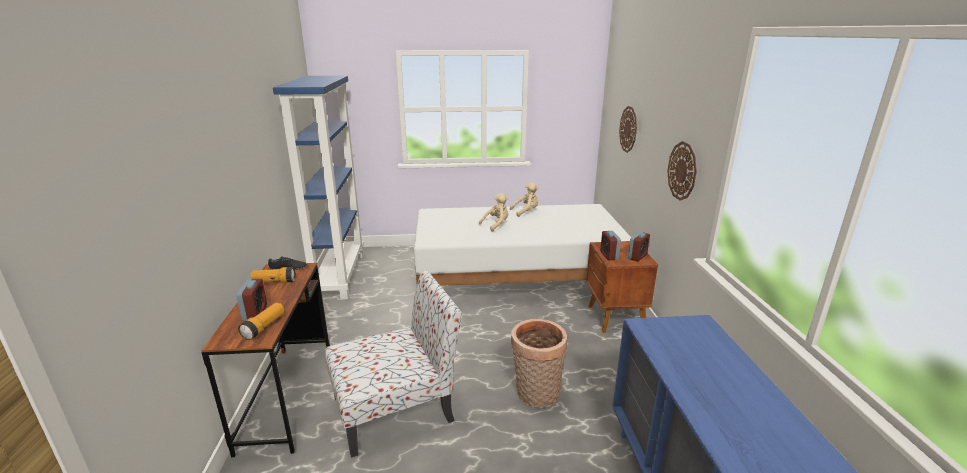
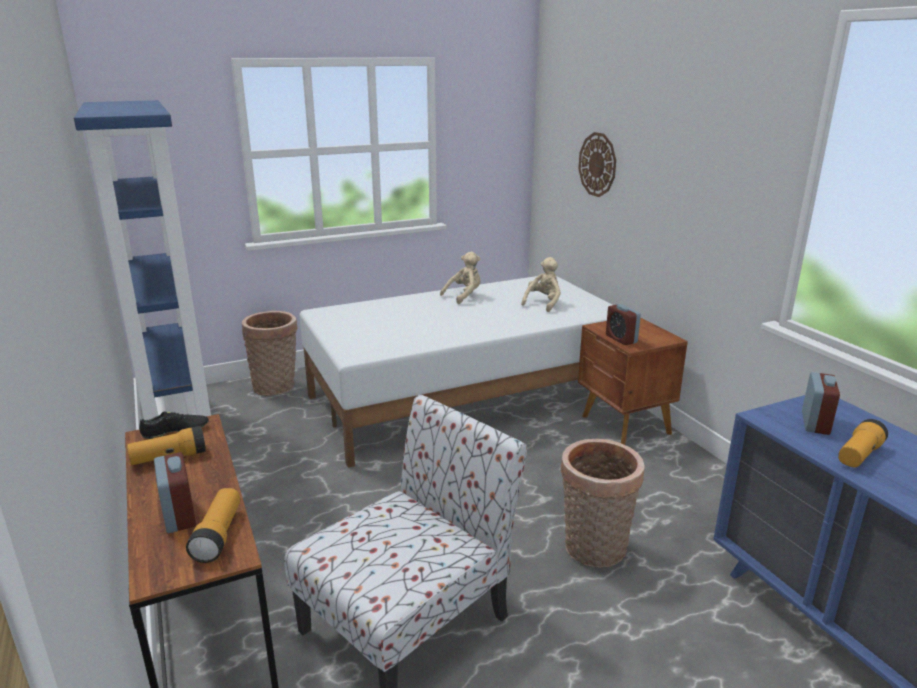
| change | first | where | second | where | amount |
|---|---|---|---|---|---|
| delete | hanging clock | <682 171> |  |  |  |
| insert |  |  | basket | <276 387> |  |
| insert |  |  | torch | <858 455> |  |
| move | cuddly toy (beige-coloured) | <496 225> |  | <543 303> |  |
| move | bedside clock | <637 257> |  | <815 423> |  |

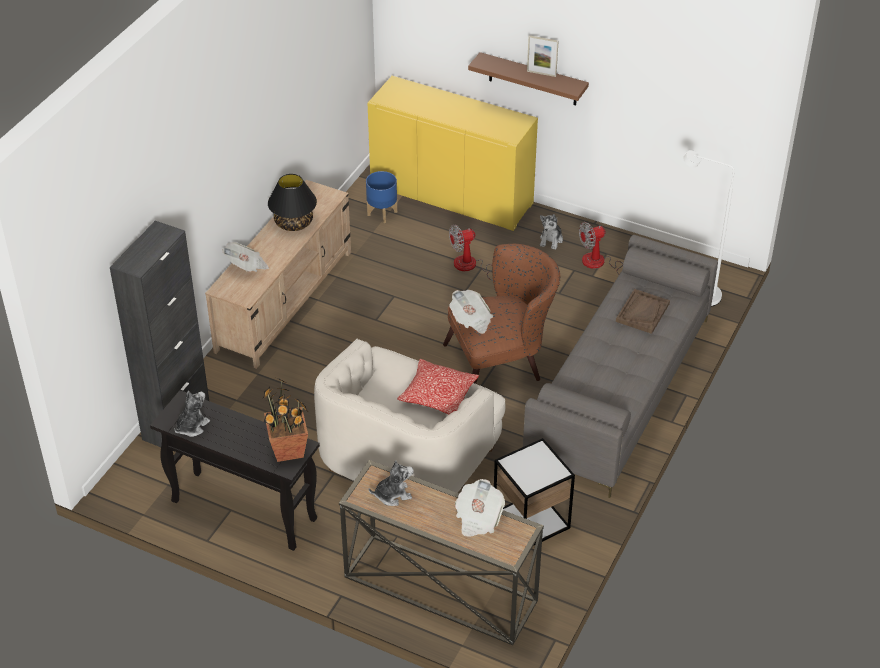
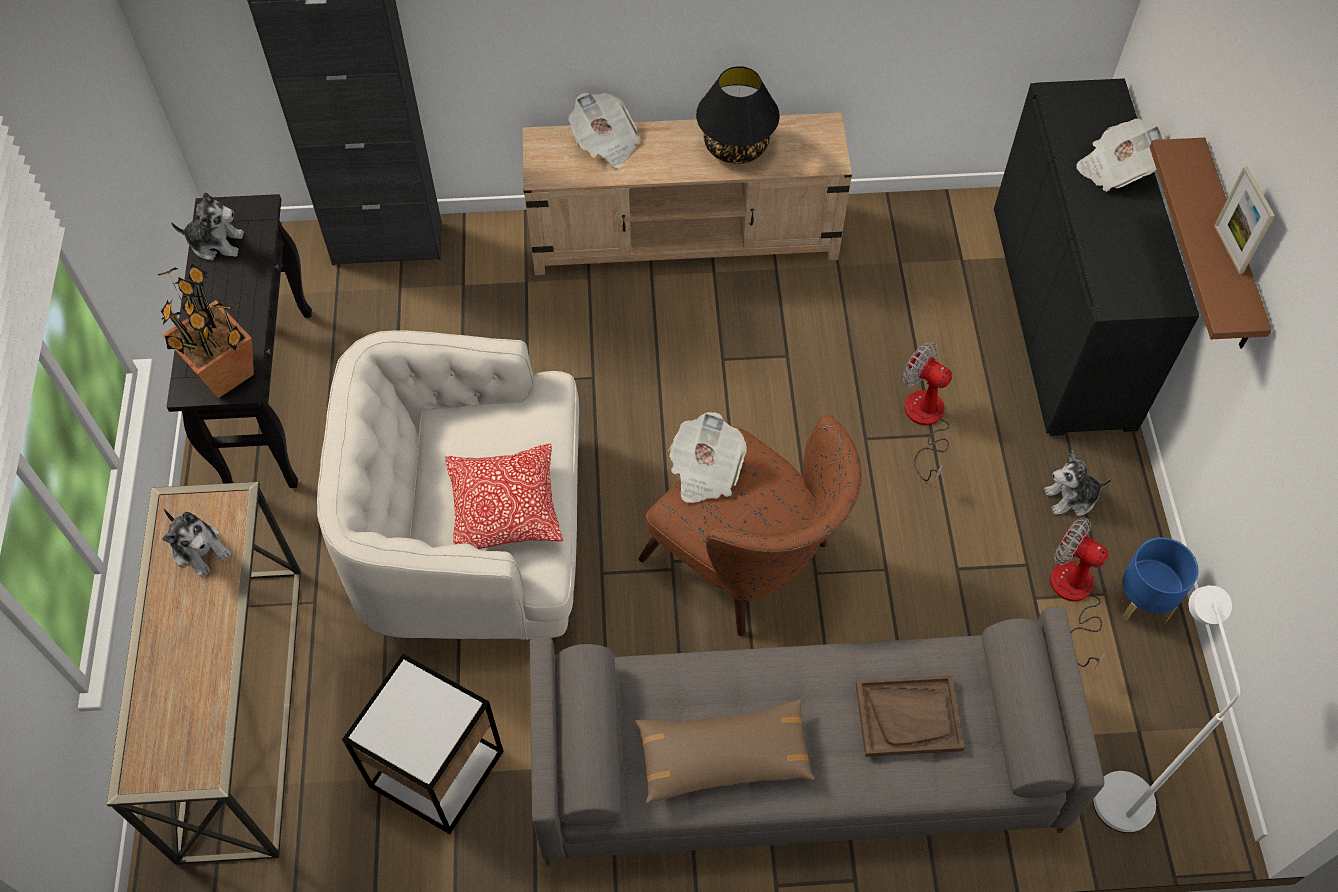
| change | first | where | second | where | amount |
|---|---|---|---|---|---|
| insert |  |  | cushion (brown) | <724 757> |  |
| move | flower pot (bluish) | <382 213> |  | <1142 602> |  |
| move | daily paper | <478 518> |  | <1115 169> |  |
| recolor | cupboard (yellowish) | <451 195> | cupboard (black-coloured) | <1061 316> |  |

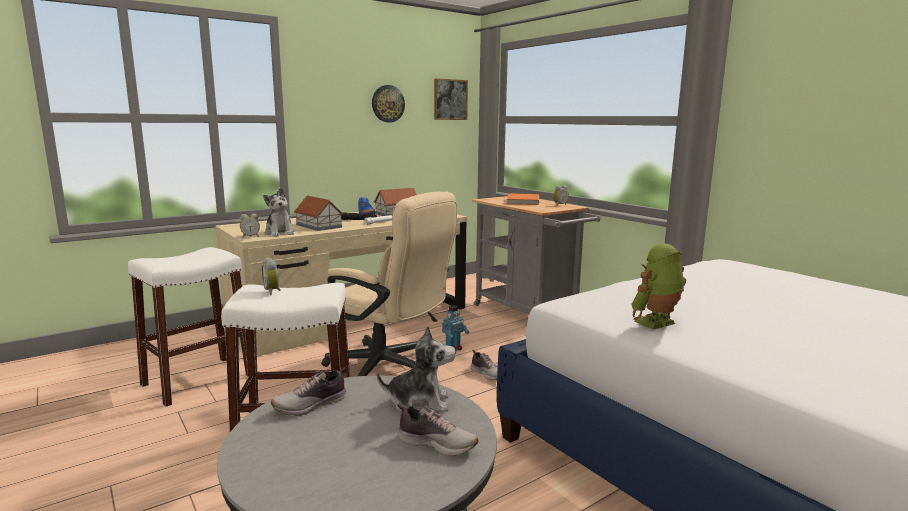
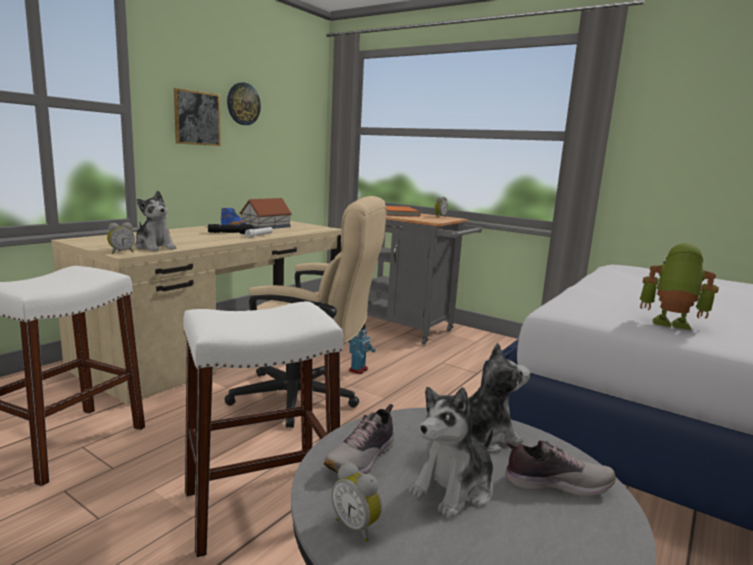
| change | first | where | second | where | amount |
|---|---|---|---|---|---|
| delete | model house | <319 226> |  |  |  |
| delete | item of footwear | <487 374> |  |  |  |
| insert |  |  | cuddly toy | <454 489> |  |
| move | bedside clock | <273 291> |  | <357 527> |  |
| move | wall picture | <450 99> |  | <197 118> |  |
| rotate | robot figure | <657 324> |  | <670 324> | 75 degrees clockwise |

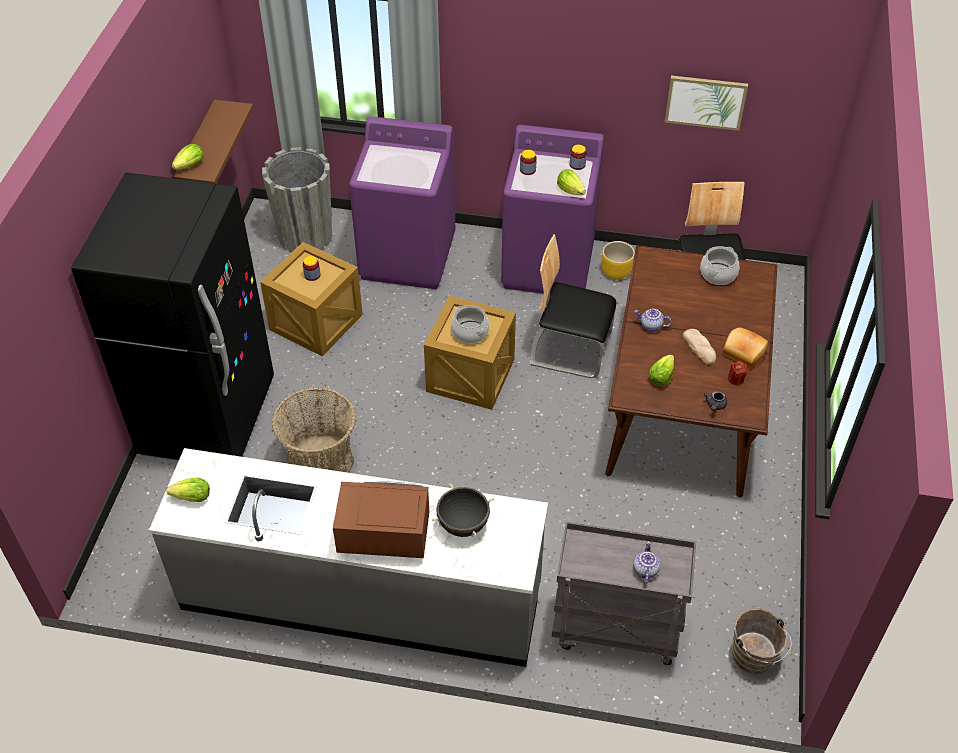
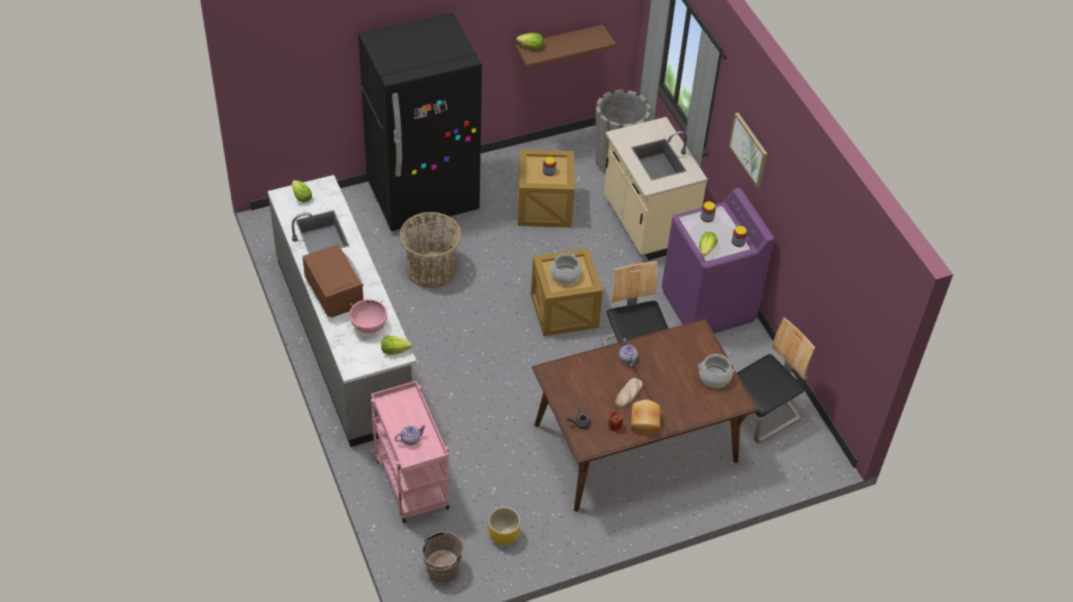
| change | first | where | second | where | amount |
|---|---|---|---|---|---|
| move | flower pot (yellowish) | <616 272> |  | <504 535> |  |
| move | lettuce head | <661 377> |  | <394 350> |  |
| move | wall picture | <705 102> |  | <749 149> |  |
| replace | washing machine (purple-coloured) | <408 257> | kitchen counter (beige-coloured) | <646 224> |  |
| recolor | stockpot (black-coloured) | <463 525> | stockpot (pink) | <369 326> |  |
| recolor | cart (grey) | <614 629> | cart (pink) | <410 482> |  |

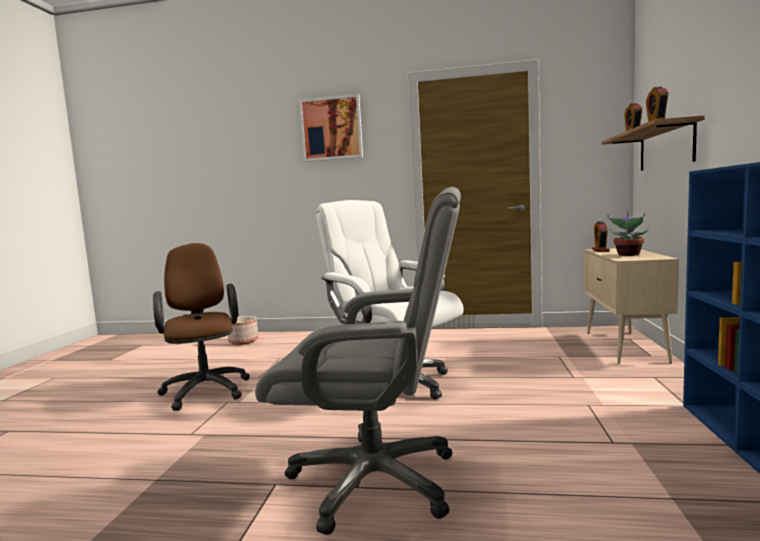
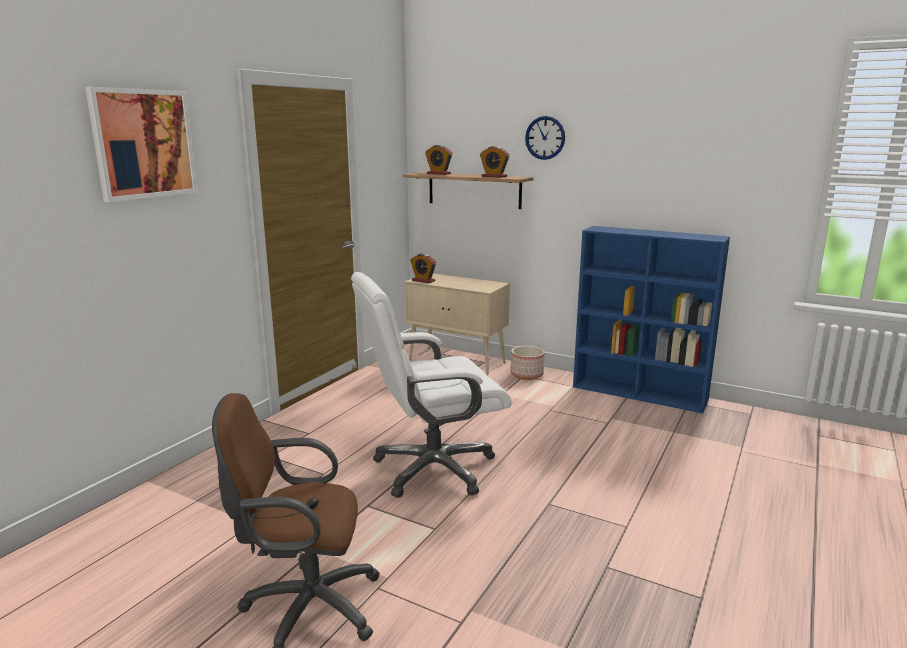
| change | first | where | second | where | amount |
|---|---|---|---|---|---|
| delete | office chair (grey) | <376 480> |  |  |  |
| delete | plant in a pot | <628 255> |  |  |  |
| insert |  |  | hanging clock | <545 138> |  |
| move | flower pot | <243 341> |  | <527 374> |  |

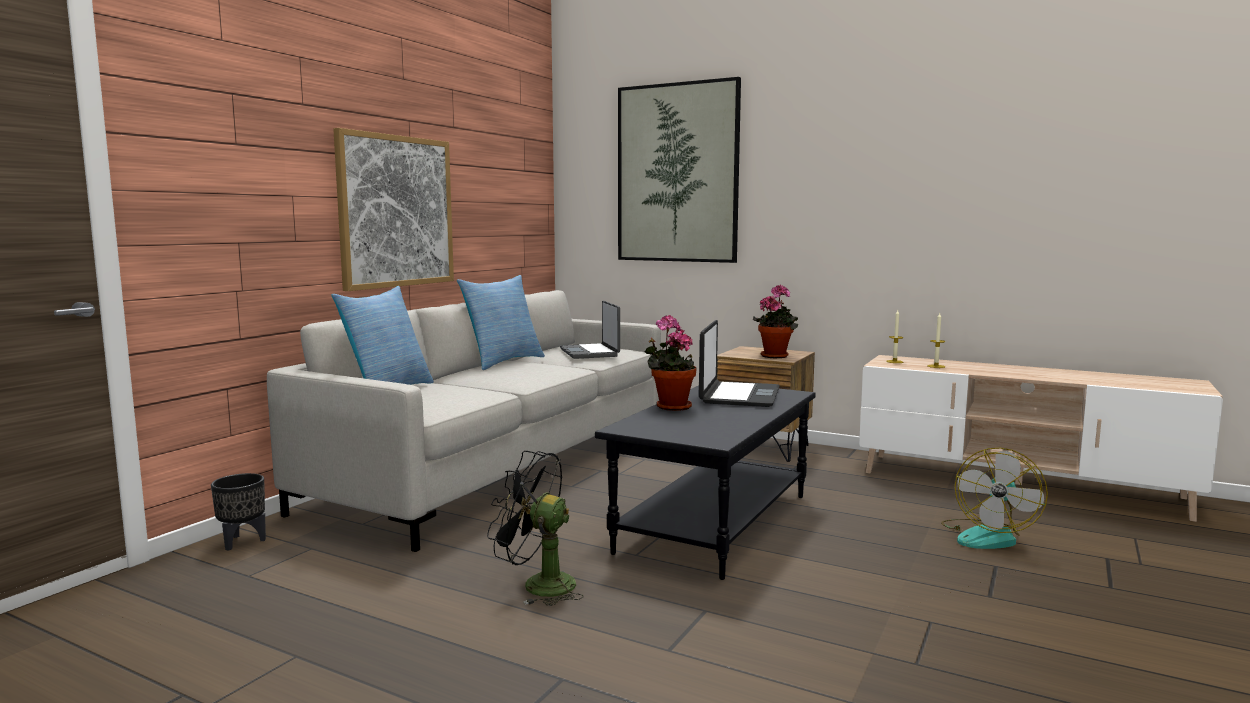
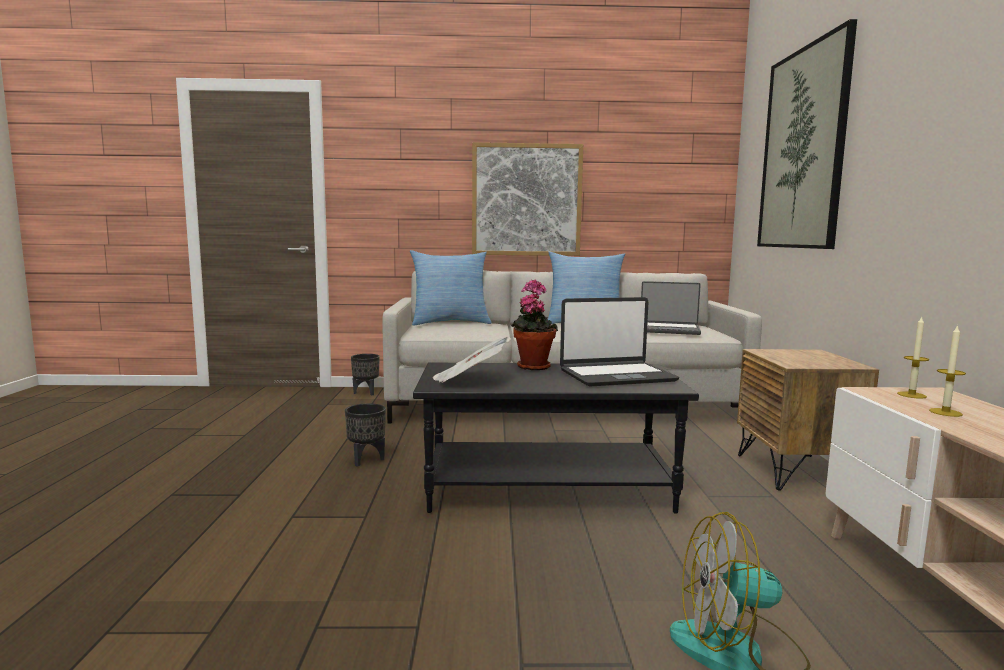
| change | first | where | second | where | amount |
|---|---|---|---|---|---|
| delete | plant in a pot | <776 356> |  |  |  |
| insert |  |  | daily paper | <469 380> |  |
| replace | electric fan (black-coloured) | <538 585> | flower pot (black-coloured) | <366 460> |  |
| rotate | laptop | <590 353> |  | <668 330> | 120 degrees counterclockwise |

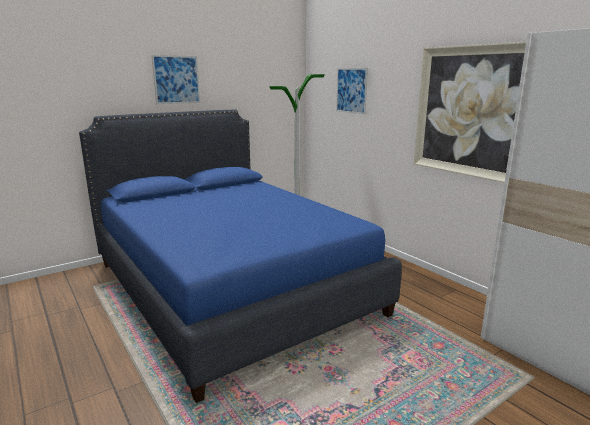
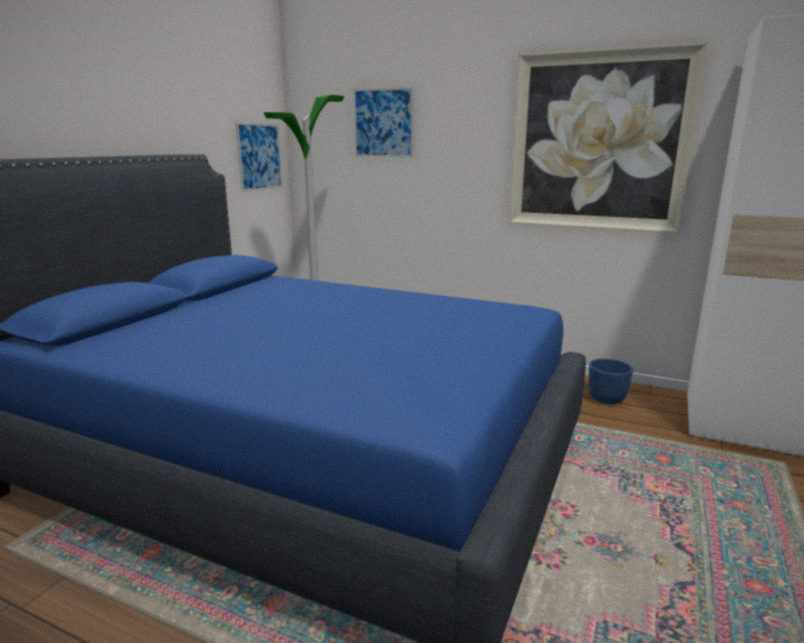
| change | first | where | second | where | amount |
|---|---|---|---|---|---|
| insert |  |  | flower pot (bluish) | <607 399> |  |
| move | wall picture | <176 79> |  | <259 157> |  |

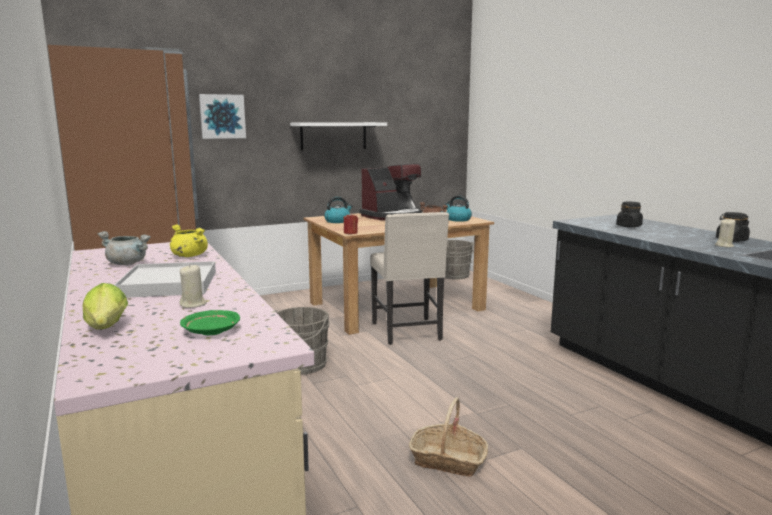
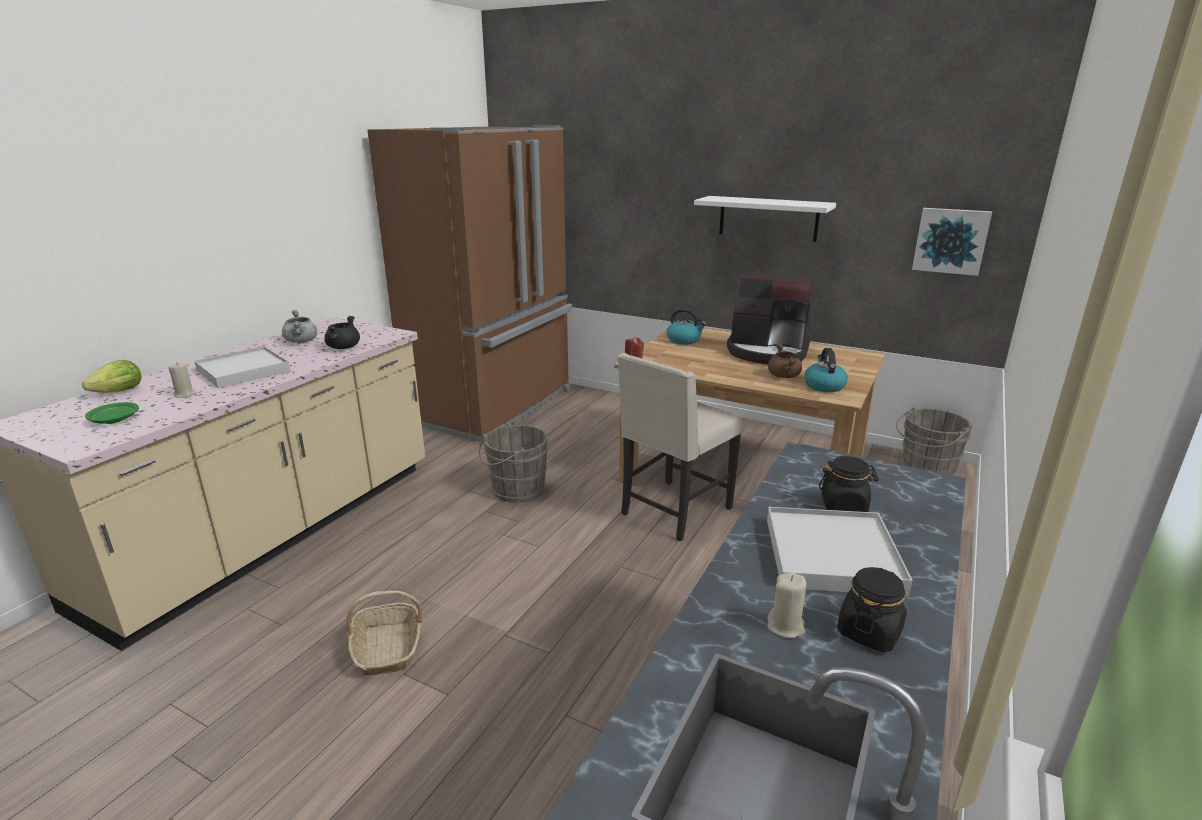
| change | first | where | second | where | amount |
|---|---|---|---|---|---|
| insert |  |  | serving tray (whitish) | <832 555> |  |
| move | wall picture | <222 116> |  | <950 240> |  |
| recolor | stockpot (yellowish) | <188 256> | stockpot (black-coloured) | <343 347> |  |

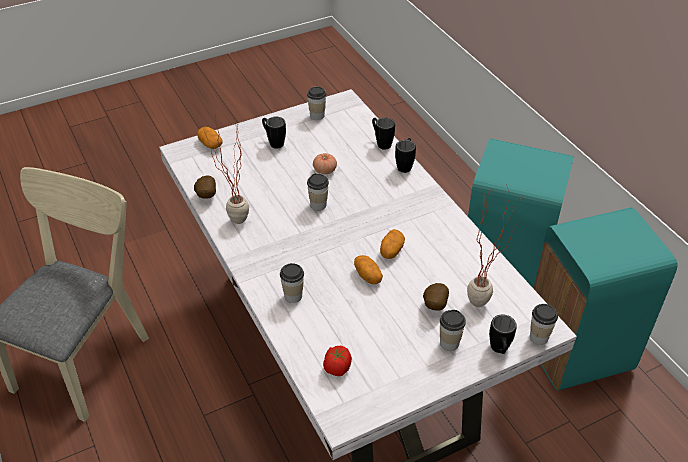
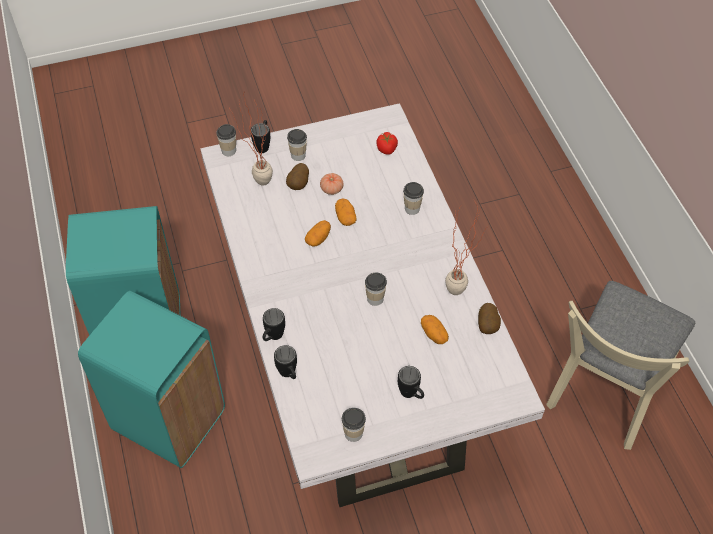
| change | first | where | second | where | amount |
|---|---|---|---|---|---|
| move | potato | <210 144> |  | <434 334> |  |
| move | whole tomato | <325 170> |  | <331 189> |  |

